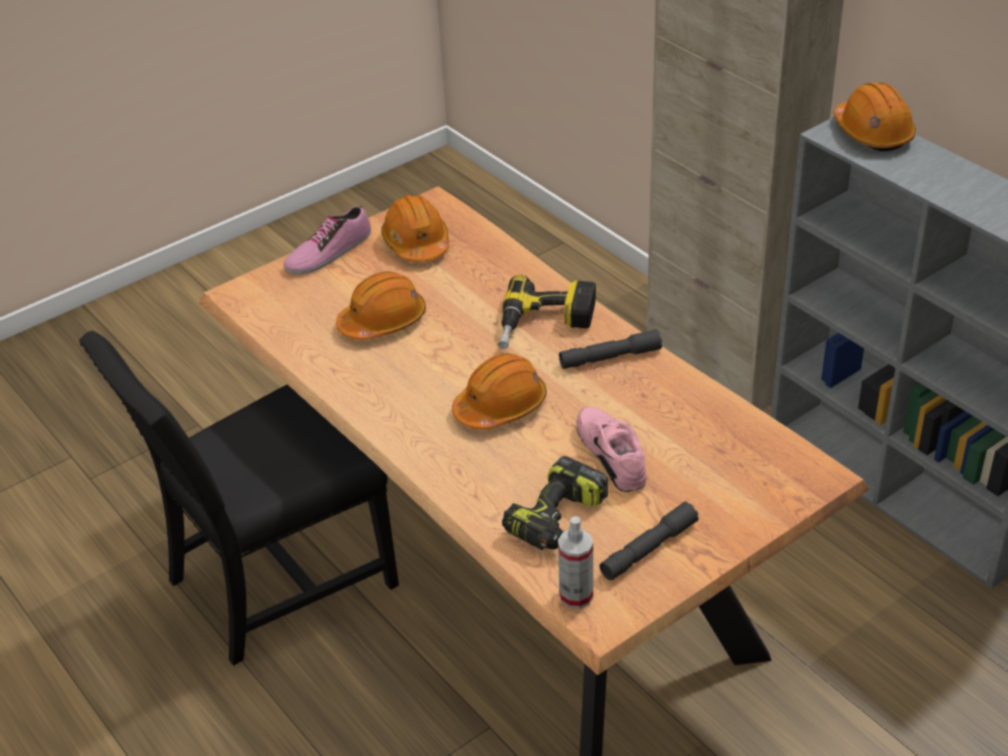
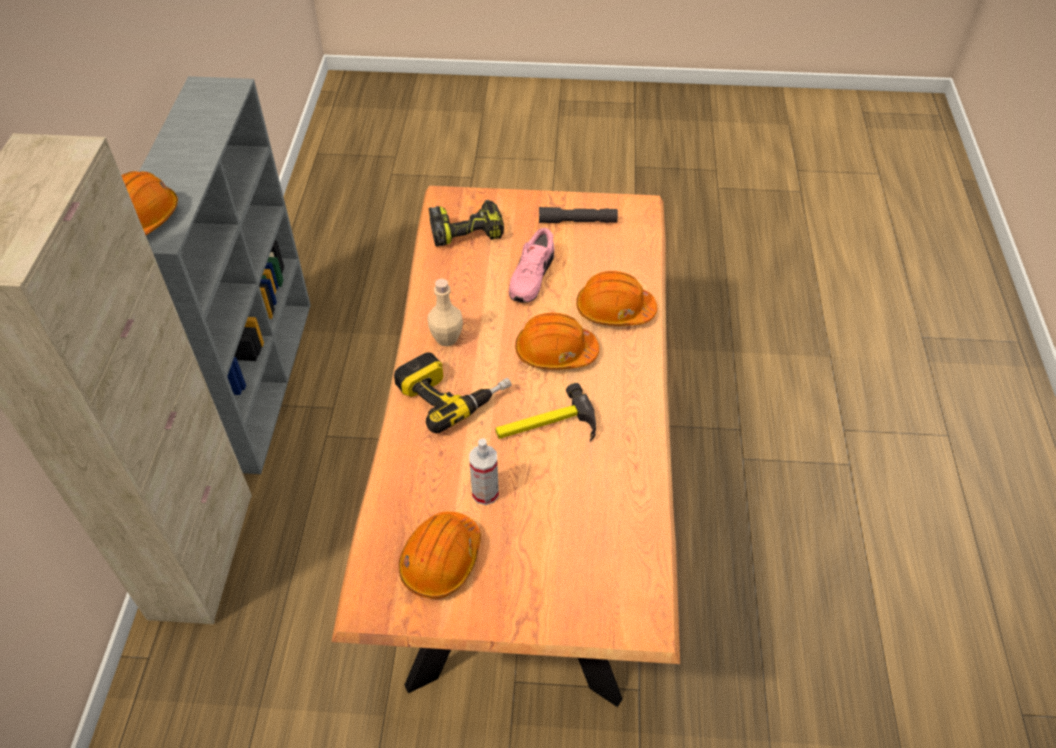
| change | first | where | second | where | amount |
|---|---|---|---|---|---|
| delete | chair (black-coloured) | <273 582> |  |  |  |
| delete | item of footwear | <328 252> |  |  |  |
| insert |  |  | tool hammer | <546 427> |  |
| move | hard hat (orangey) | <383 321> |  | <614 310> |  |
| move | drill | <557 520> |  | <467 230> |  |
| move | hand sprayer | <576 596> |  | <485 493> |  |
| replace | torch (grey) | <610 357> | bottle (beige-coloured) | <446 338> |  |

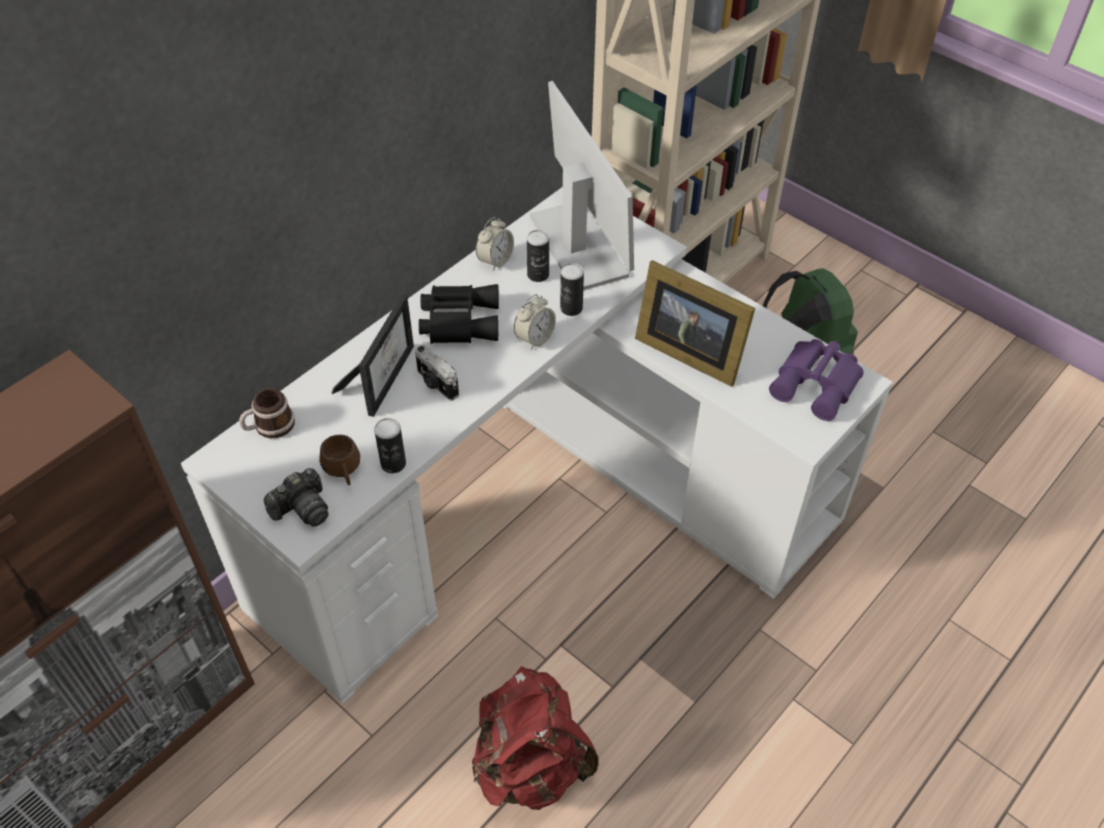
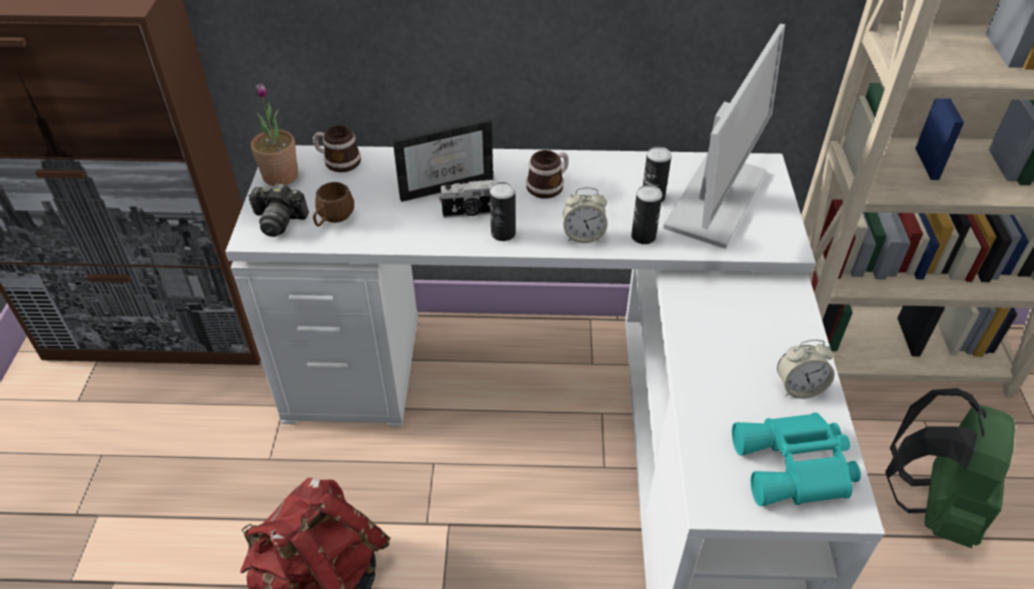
| change | first | where | second | where | amount |
|---|---|---|---|---|---|
| delete | photo frame | <687 350> |  |  |  |
| insert |  |  | plant in a pot | <280 176> |  |
| move | can | <393 463> |  | <503 233> |  |
| move | bedside clock | <495 260> |  | <799 388> |  |
| replace | field glasses (black-coloured) | <458 319> | mug | <549 185> |  |
| recolor | field glasses (purple-coloured) | <818 384> | field glasses (turquoise) | <795 468> |  |
| rotate | photo camera | <436 384> |  | <470 213> | 105 degrees counterclockwise |

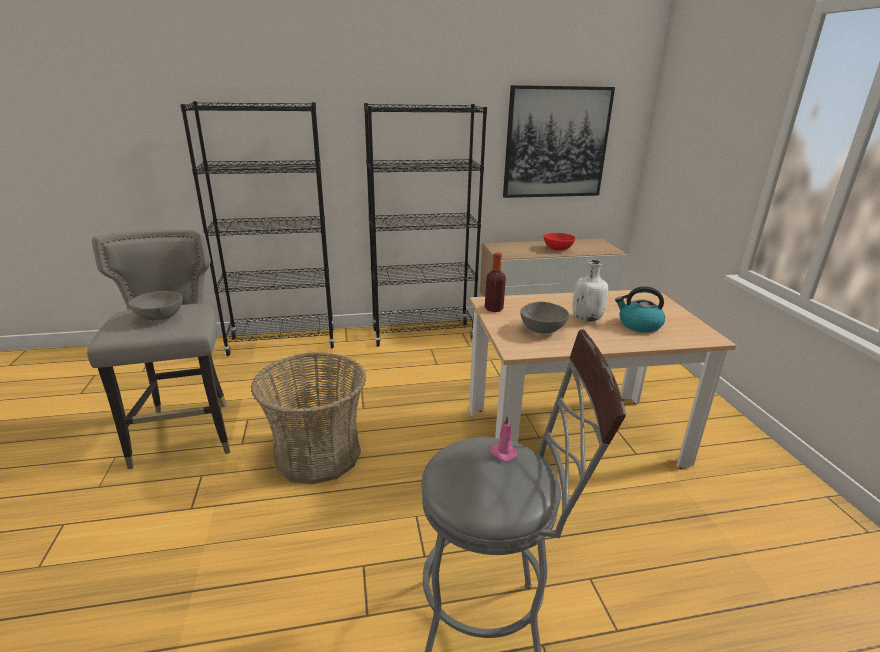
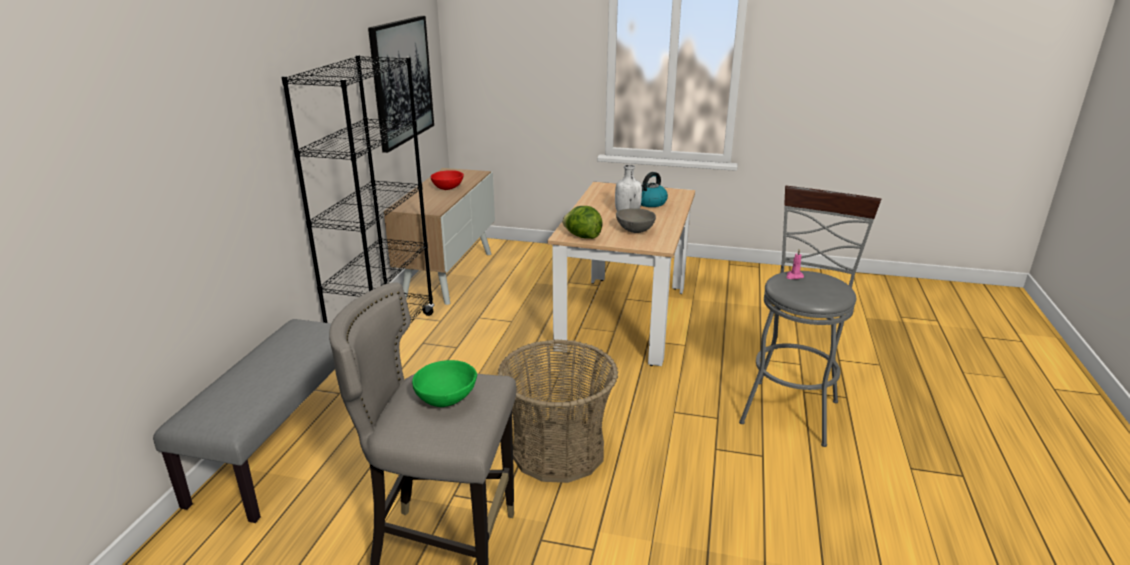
| change | first | where | second | where | amount |
|---|---|---|---|---|---|
| replace | shelving unit (black-coloured) | <283 343> | bench (grey) | <283 445> |  |
| replace | bottle | <493 309> | lettuce head | <582 237> |  |
| recolor | bowl (grey) | <160 317> | bowl (greenish) | <447 399> |  |

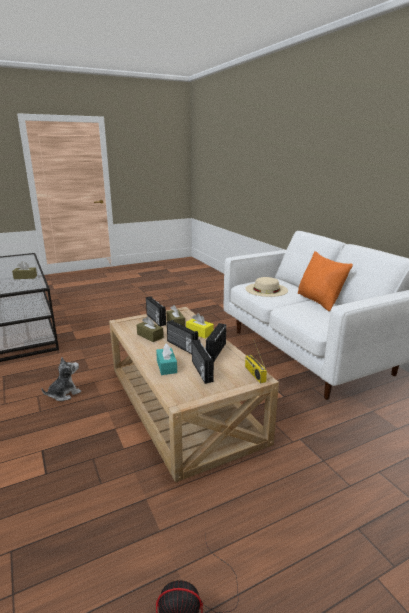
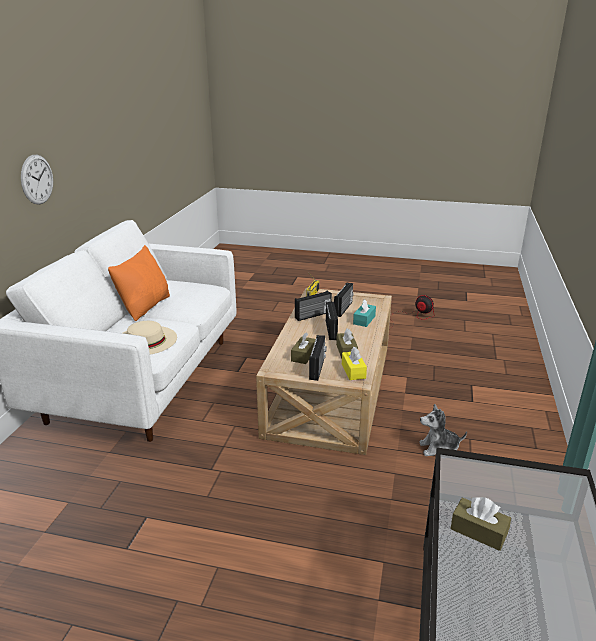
| change | first | where | second | where | amount |
|---|---|---|---|---|---|
| insert |  |  | hanging clock | <37 179> |  |
| move | box of tissues (yellowish) | <199 332> |  | <353 371> |  |

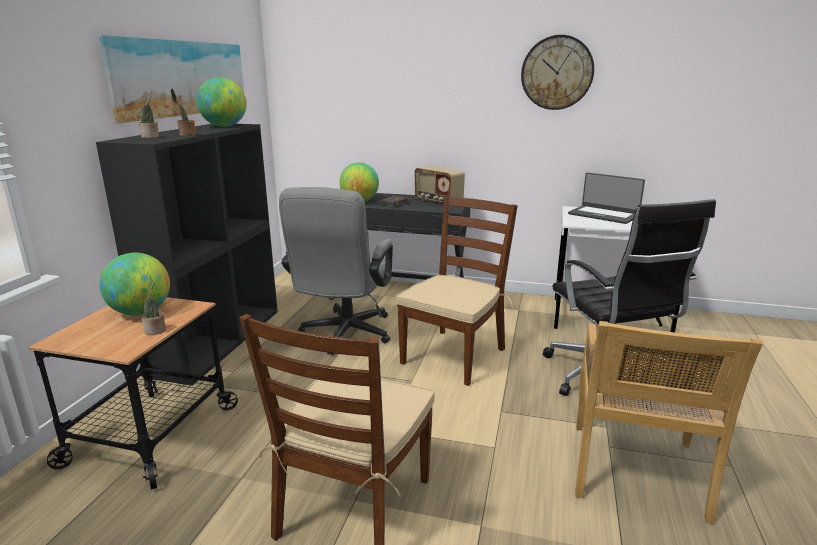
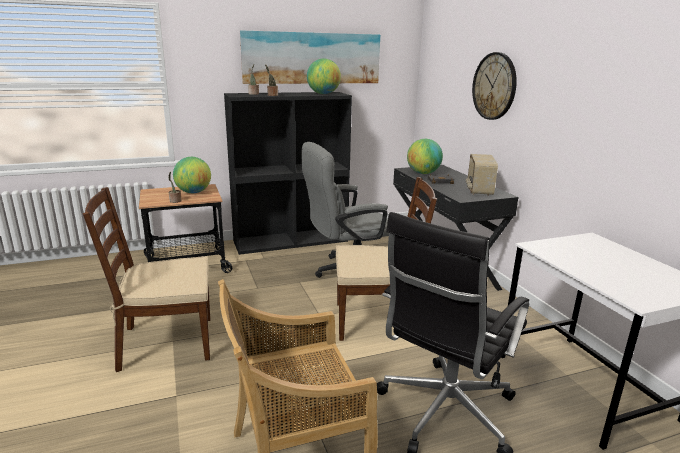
| change | first | where | second | where | amount |
|---|---|---|---|---|---|
| delete | laptop | <603 215> |  |  |  |
| move | hanging clock | <557 73> |  | <494 86> |  |

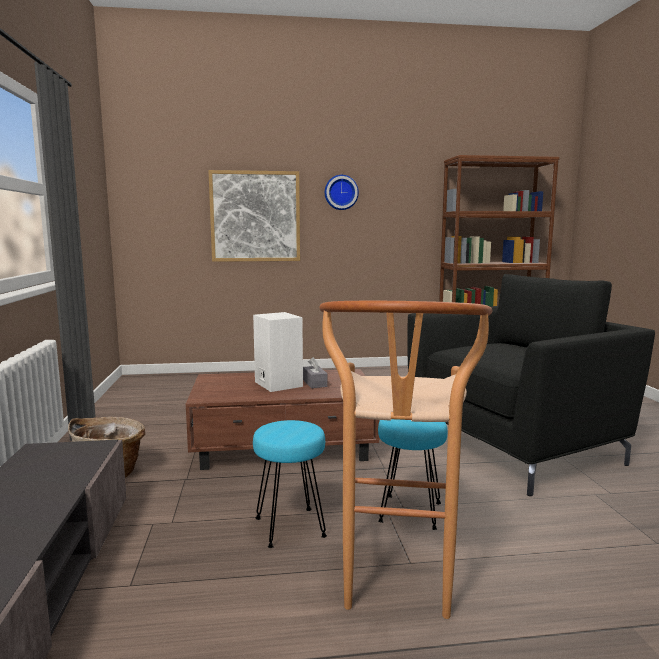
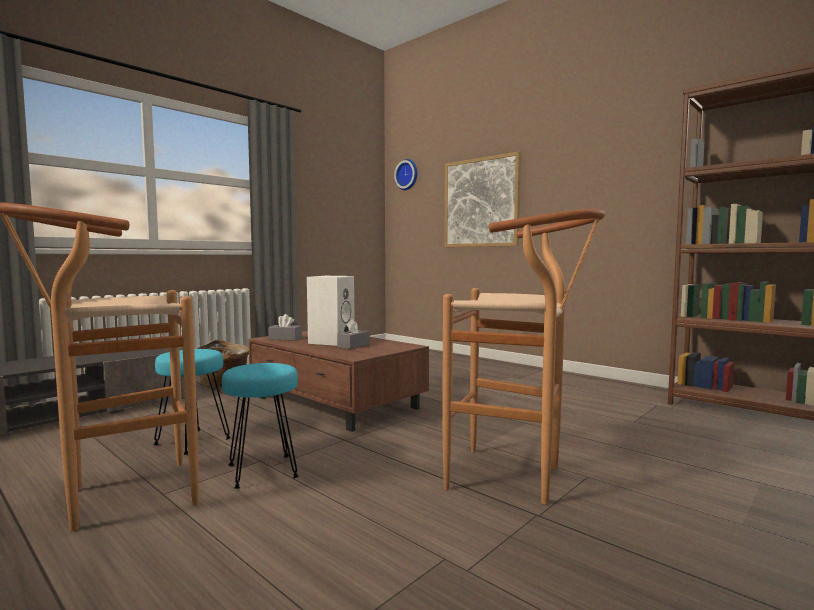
| change | first | where | second | where | amount |
|---|---|---|---|---|---|
| insert |  |  | box of tissues (grey) | <285 338> |  |
| move | hanging clock | <341 192> |  | <407 175> |  |
| replace | lounge chair (black-coloured) | <513 445> | stool seat (brown) | <516 478> |  |

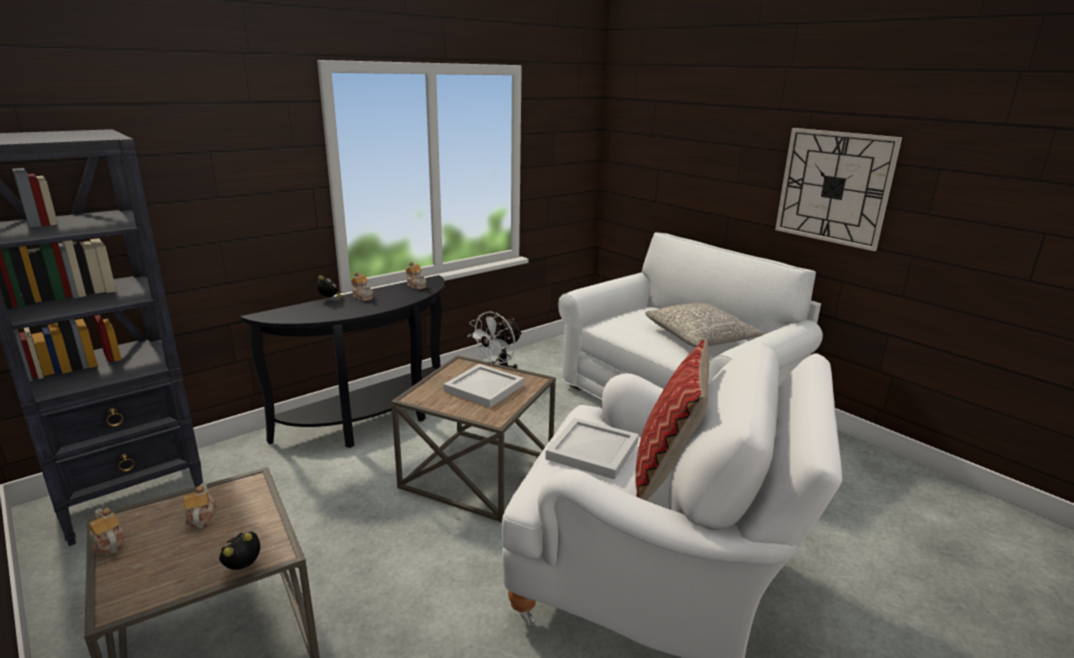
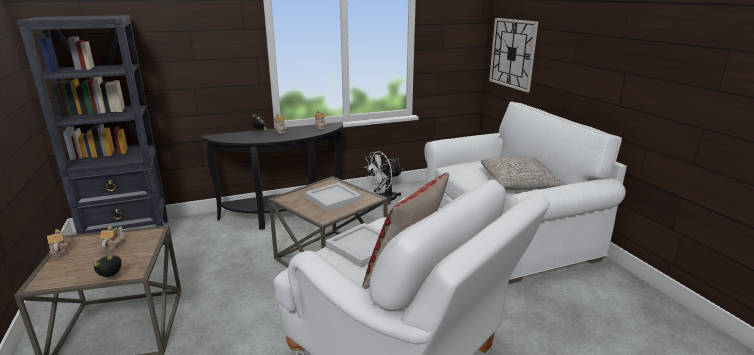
| change | first | where | second | where | amount |
|---|---|---|---|---|---|
| move | hanging clock | <834 187> |  | <512 53> |  |

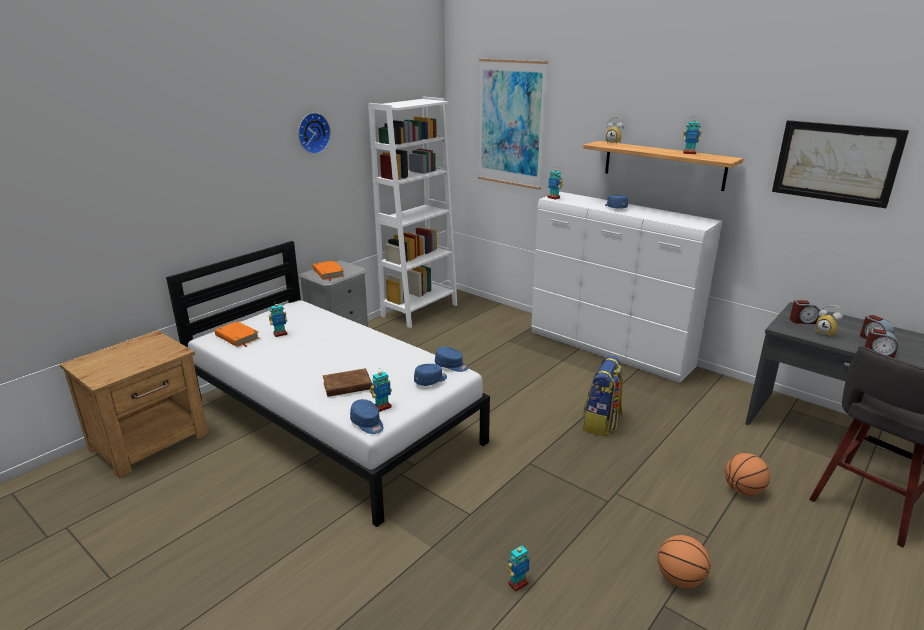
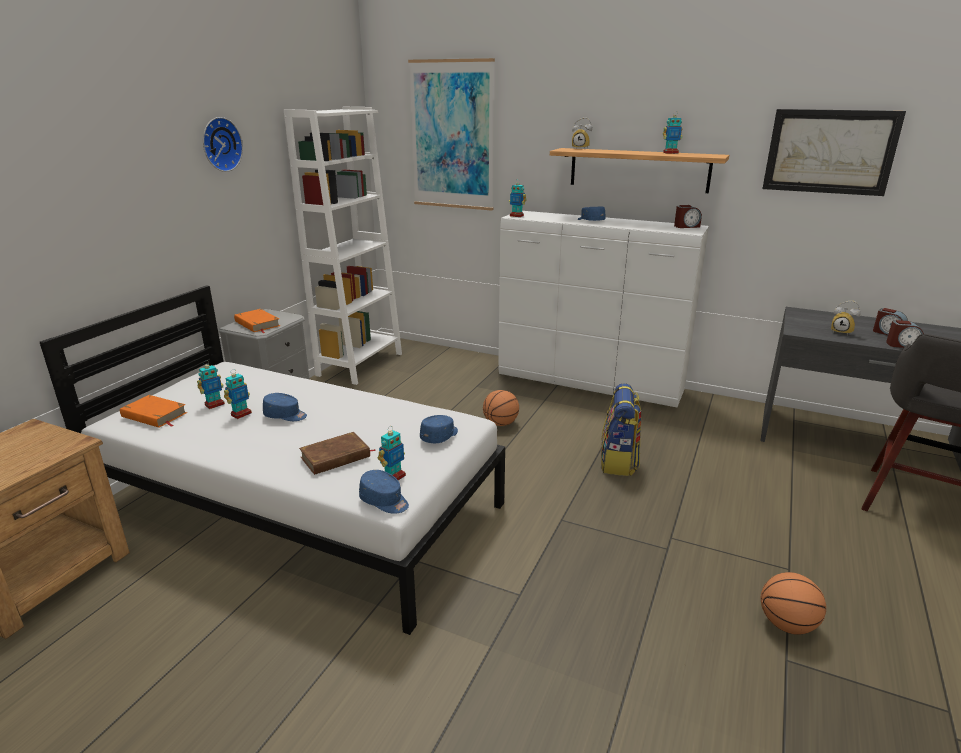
| change | first | where | second | where | amount |
|---|---|---|---|---|---|
| move | peaked cap (bluish) | <451 366> |  | <285 415> |  |
| move | robot figure | <518 583> |  | <241 414> |  |
| move | ball for basketball | <743 490> |  | <500 424> |  |
| move | bedside clock | <802 321> |  | <686 226> |  |

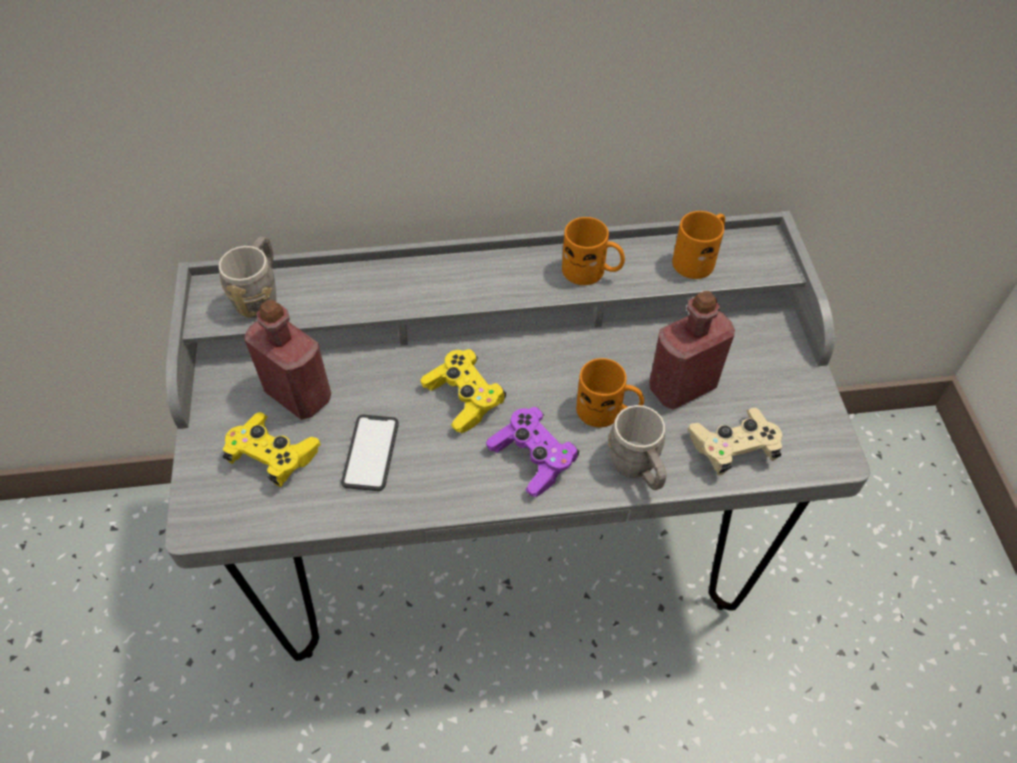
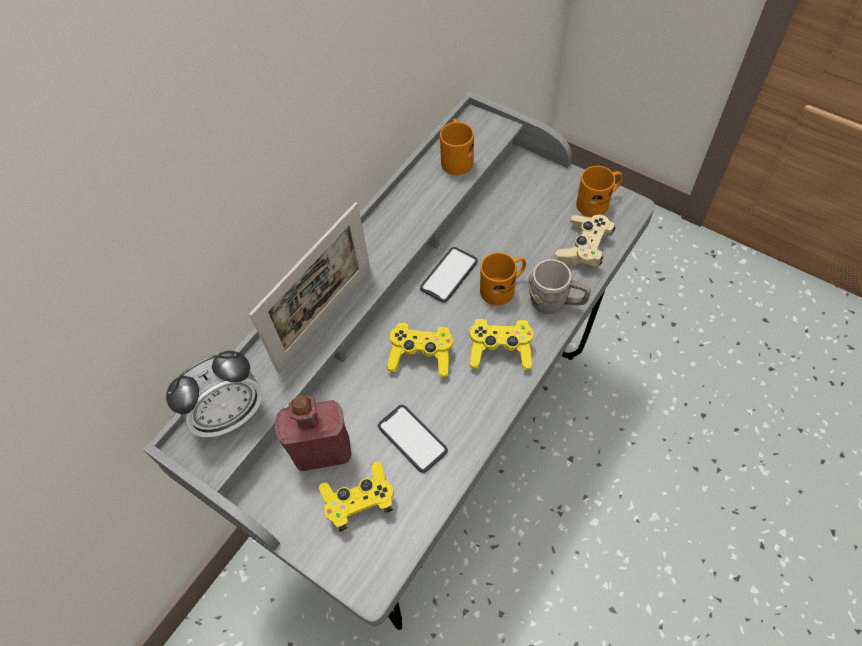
| change | first | where | second | where | amount |
|---|---|---|---|---|---|
| delete | bottle (red) | <682 386> |  |  |  |
| insert |  |  | photo frame | <325 317> |  |
| insert |  |  | telephone | <449 275> |  |
| move | mug (orangey) | <592 271> |  | <598 201> |  |
| replace | mug (grey) | <260 295> | bedside clock | <230 414> |  |
| recolor | joypad (purple-coloured) | <533 458> | joypad (yellowish) | <500 350> |  |

